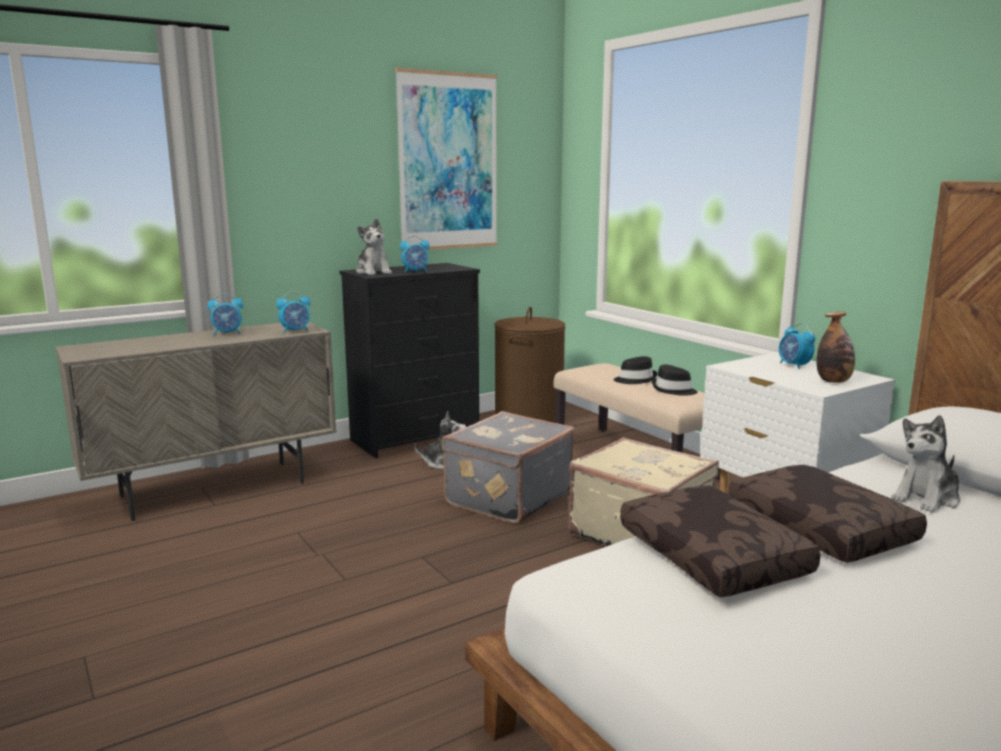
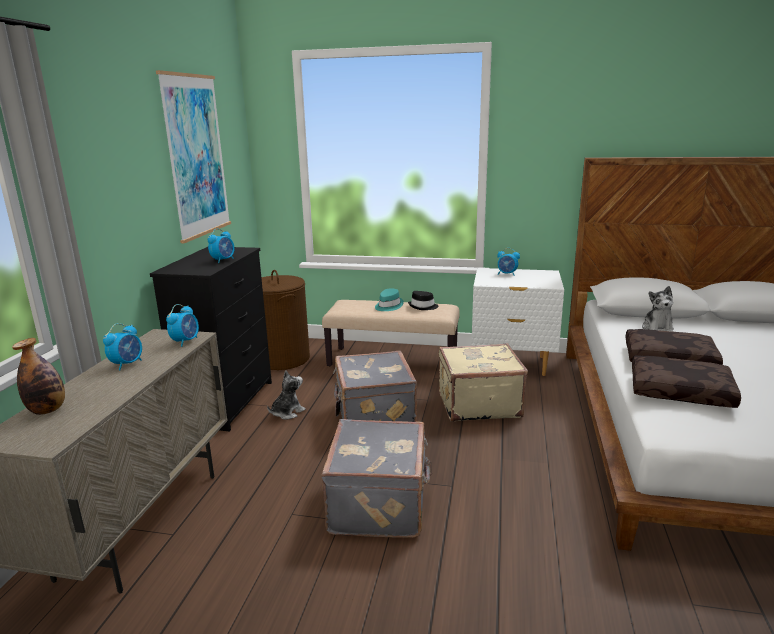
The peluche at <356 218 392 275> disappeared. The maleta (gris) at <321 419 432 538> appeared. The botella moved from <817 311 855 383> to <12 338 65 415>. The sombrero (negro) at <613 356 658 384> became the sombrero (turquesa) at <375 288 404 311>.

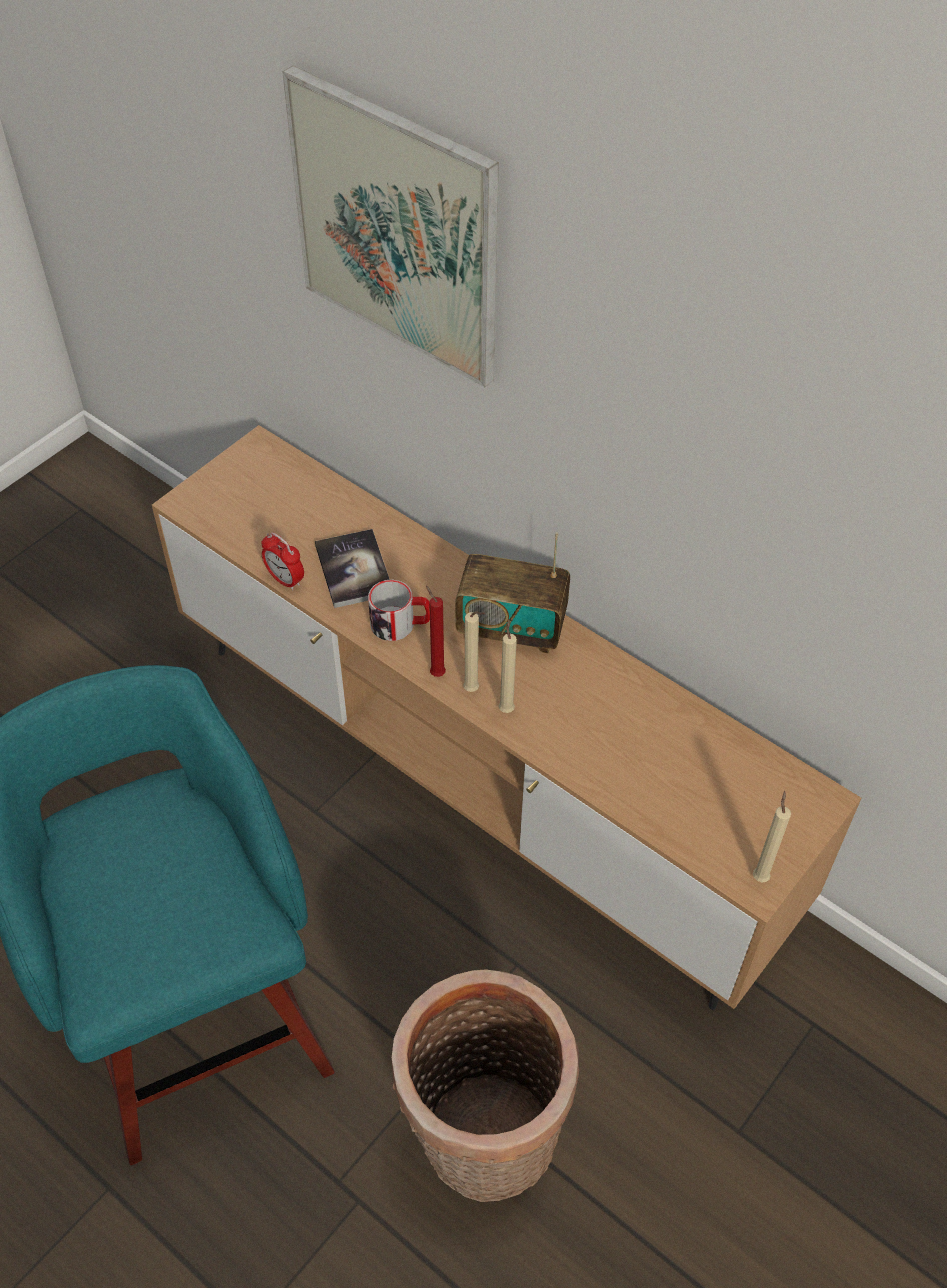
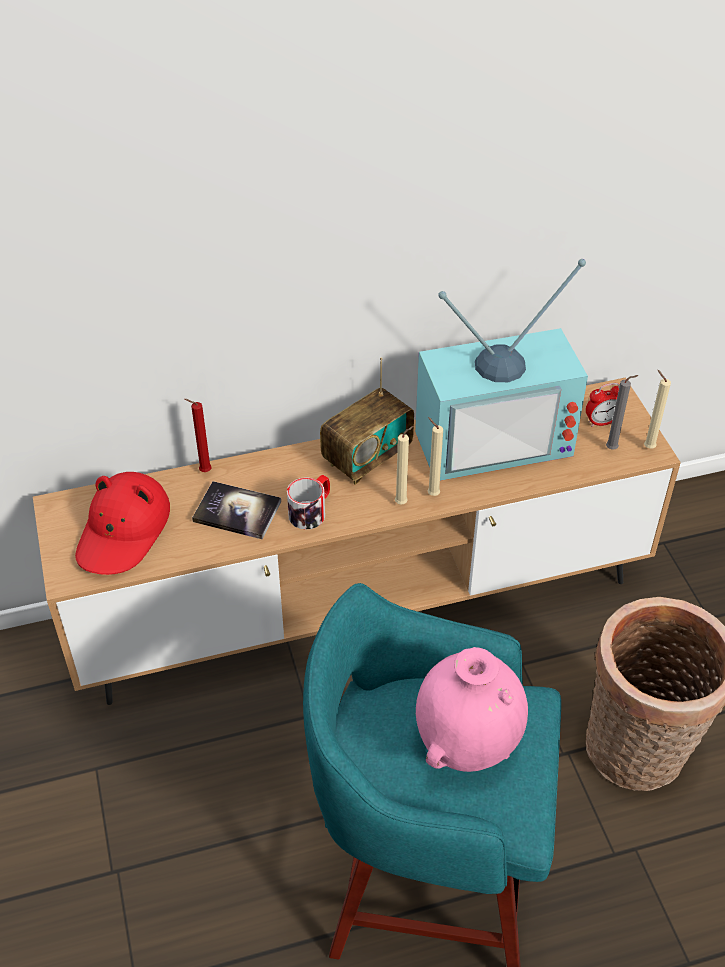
The cuadro at <282 66 499 387> disappeared. The sombrero (rojo) at <75 472 170 575> appeared. The televisor at <415 259 588 481> appeared. The florero (rosa) at <416 647 528 772> appeared. The vela (gris) at <606 375 639 450> appeared. The despertador moved from <261 532 304 590> to <586 383 620 427>. The vela (rojo) moved from <426 585 446 677> to <185 399 212 472>.

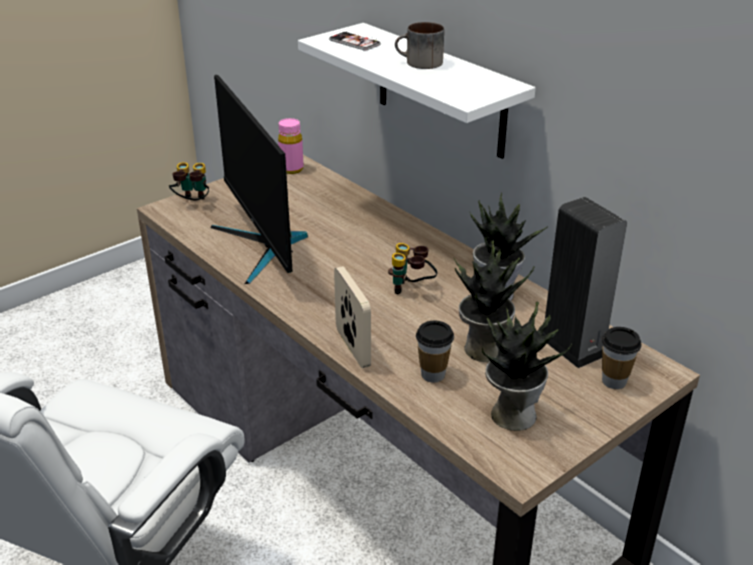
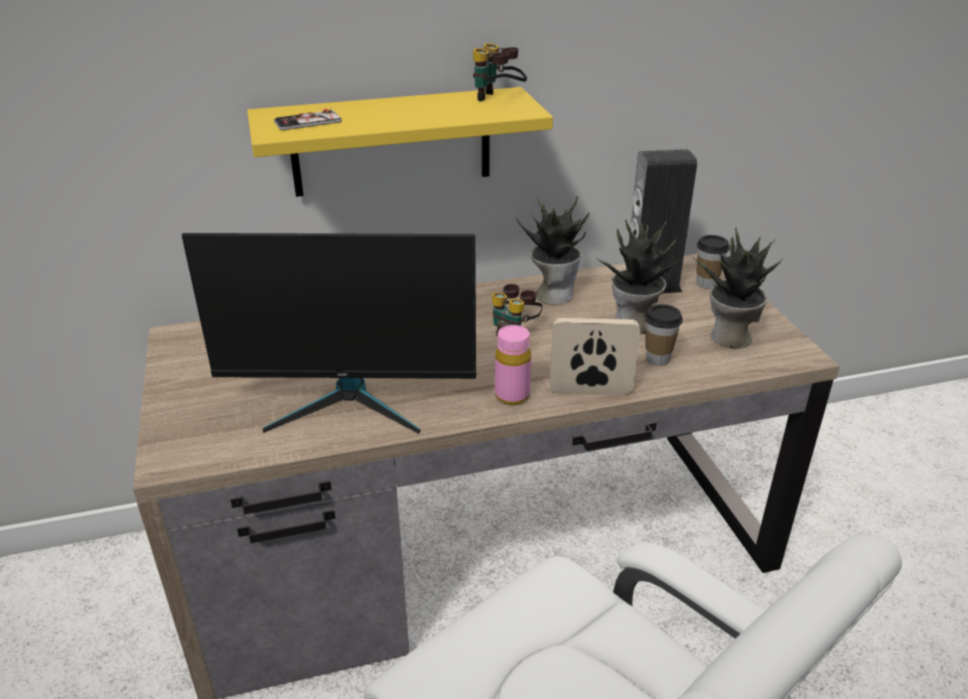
The taza grande at <395 22 444 69> disappeared. The prismáticos moved from <169 162 209 200> to <473 43 527 101>. The botella (rosa) moved from <278 118 304 174> to <495 325 531 405>. The estante (blanco) at <298 23 536 159> became the estante (amarillo) at <247 87 553 197>.

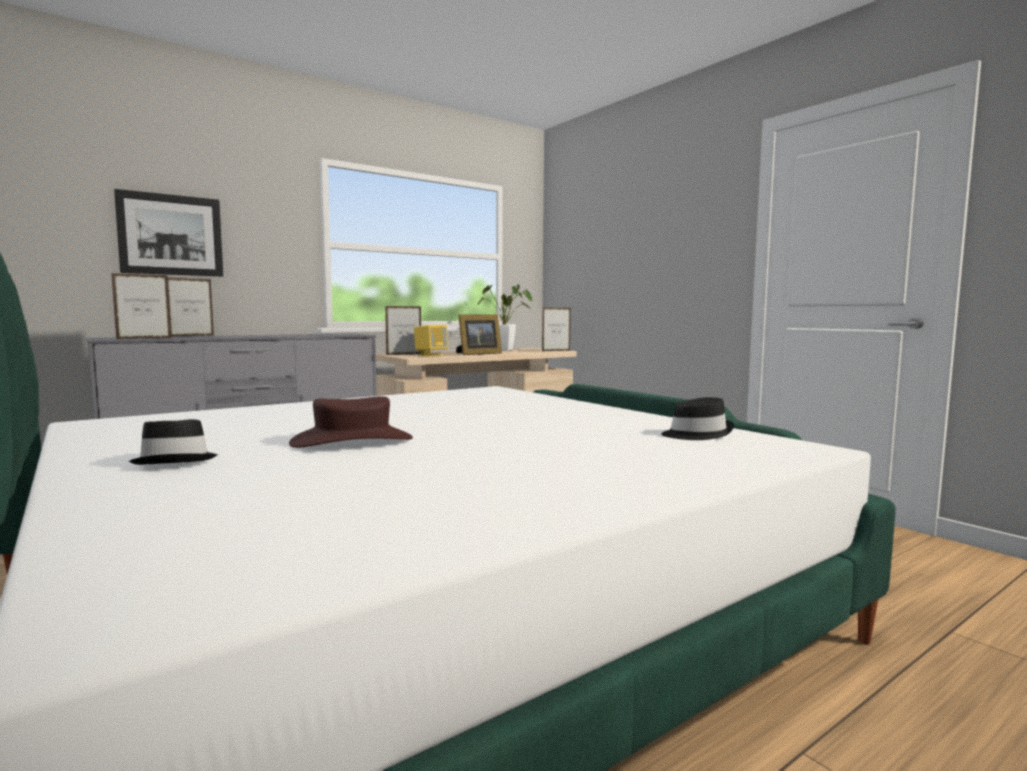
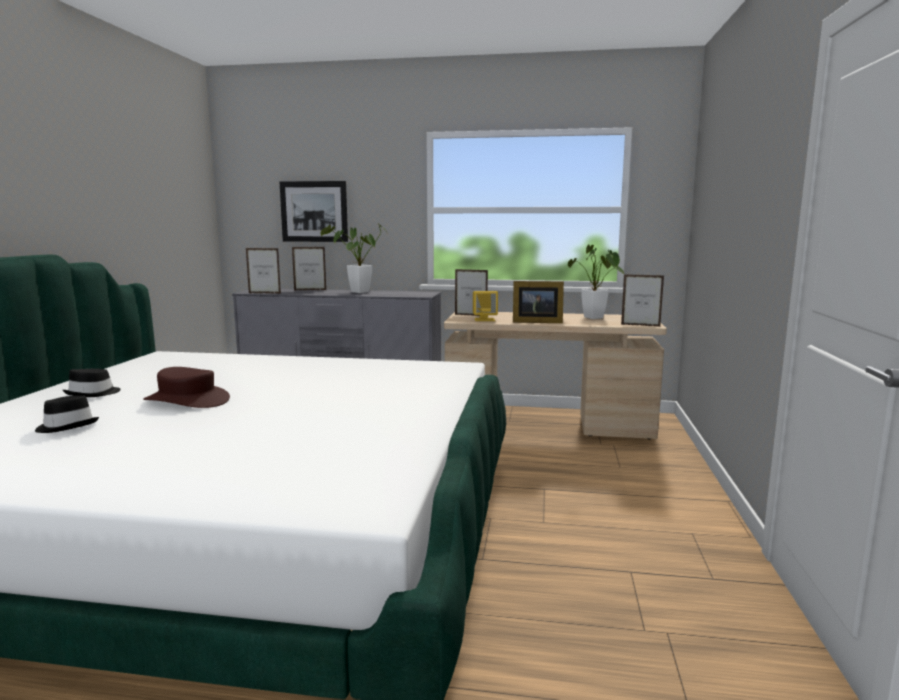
The planta en maceta at <321 224 387 293> appeared. The sombrero (negro) moved from <661 397 734 440> to <35 396 99 433>.

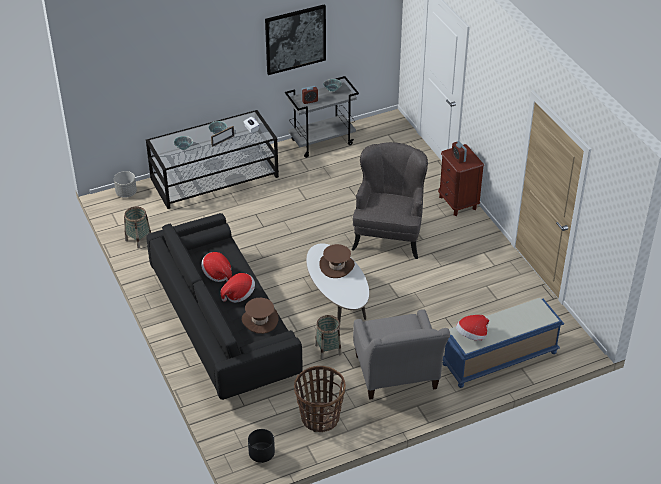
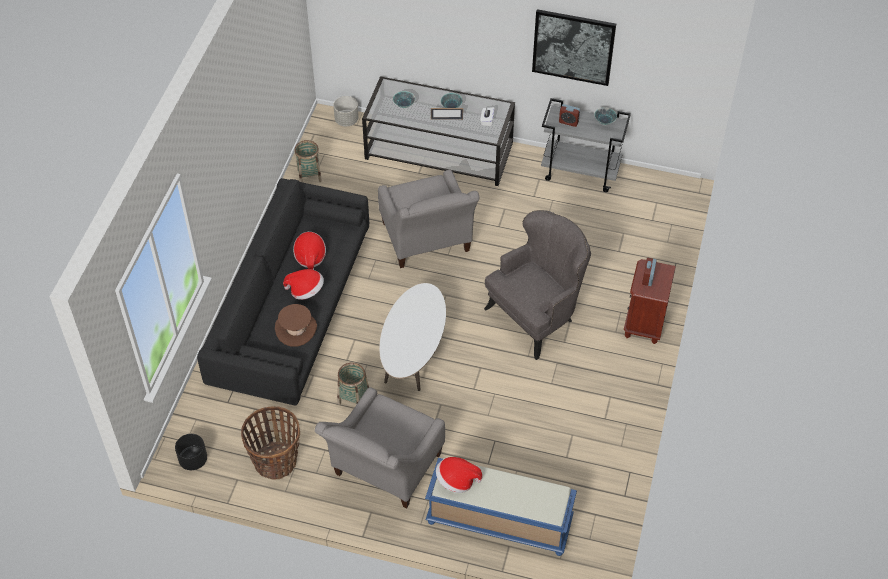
The sombrero (marrón) at <319 244 355 278> disappeared. The sillón (gris) at <378 170 479 268> appeared.

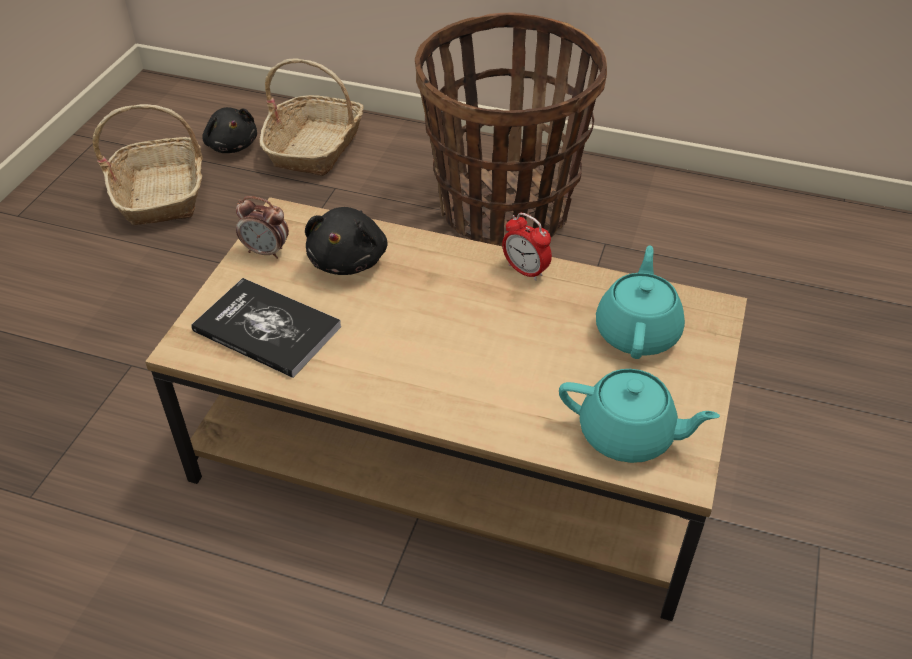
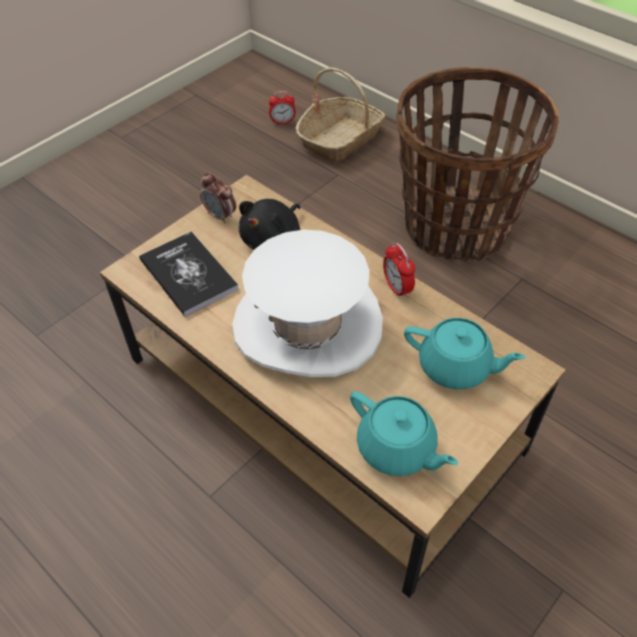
The cesta at <92 104 203 225> disappeared. The sombrero (blanco) at <232 230 383 377> appeared. The peluche (negro) at <202 107 257 153> was replaced by the despertador at <269 91 296 125>. The tetera (turquesa) at <596 245 685 359> turned 75 degrees clockwise.

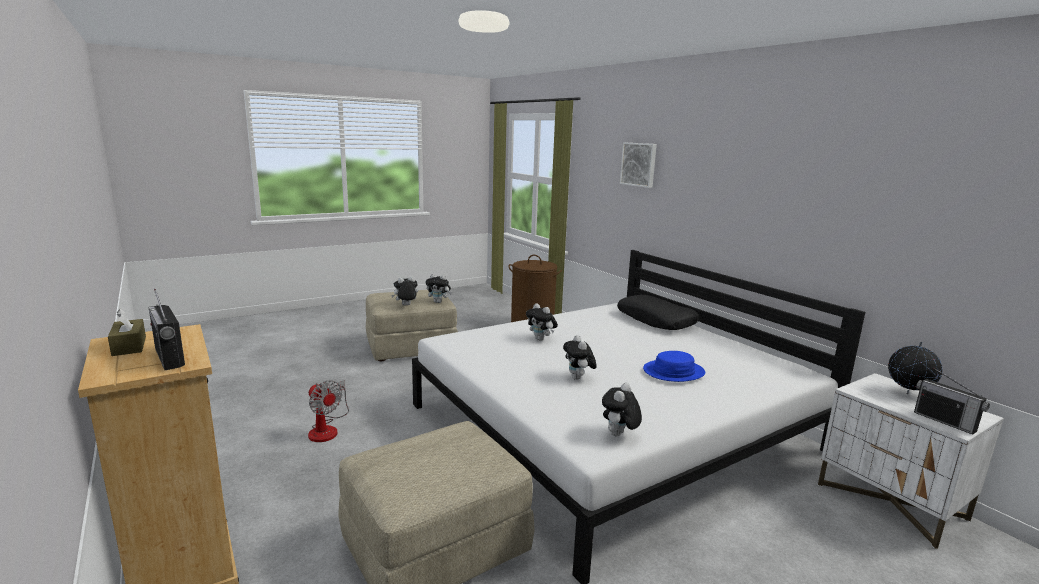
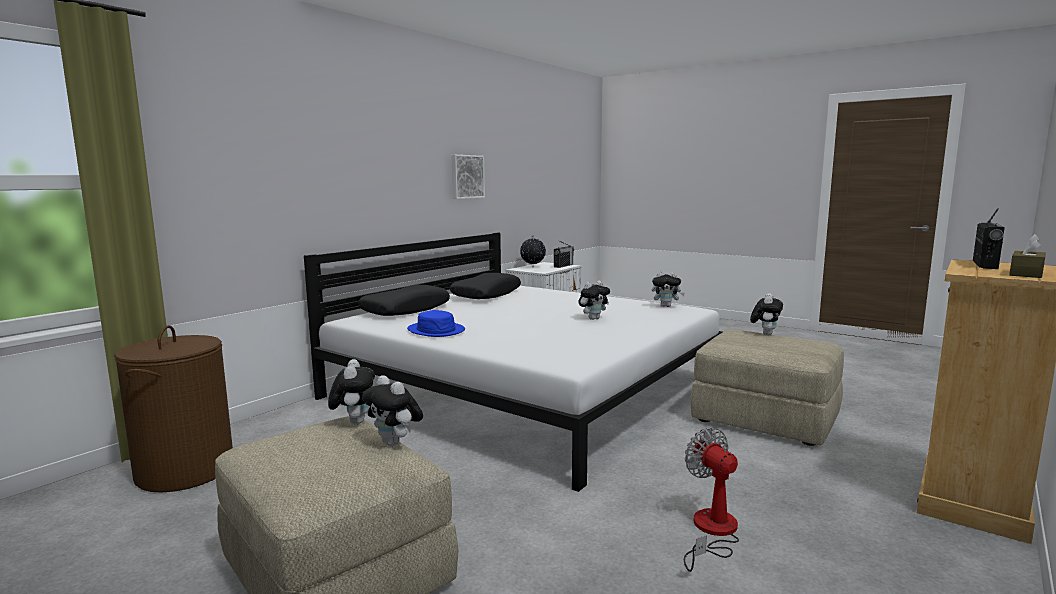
The cojín (negro) at <450 273 521 299> appeared. The peluche moved from <526 303 558 341> to <750 293 783 335>. The cuadro moved from <620 143 657 188> to <452 155 485 199>. The sombrero (azul) moved from <643 351 705 382> to <407 310 465 337>. The ventilador at <308 380 349 442> turned 45 degrees counterclockwise.

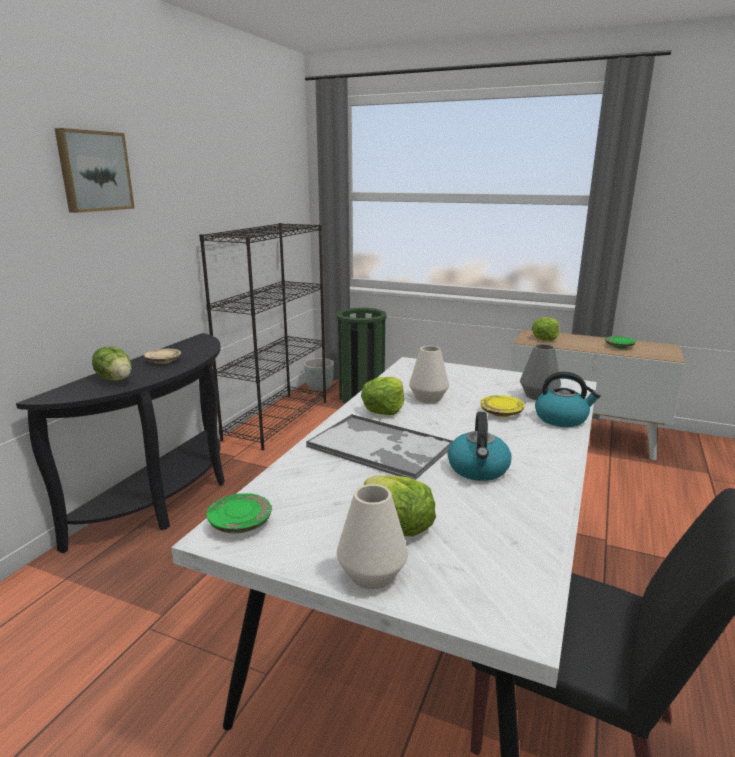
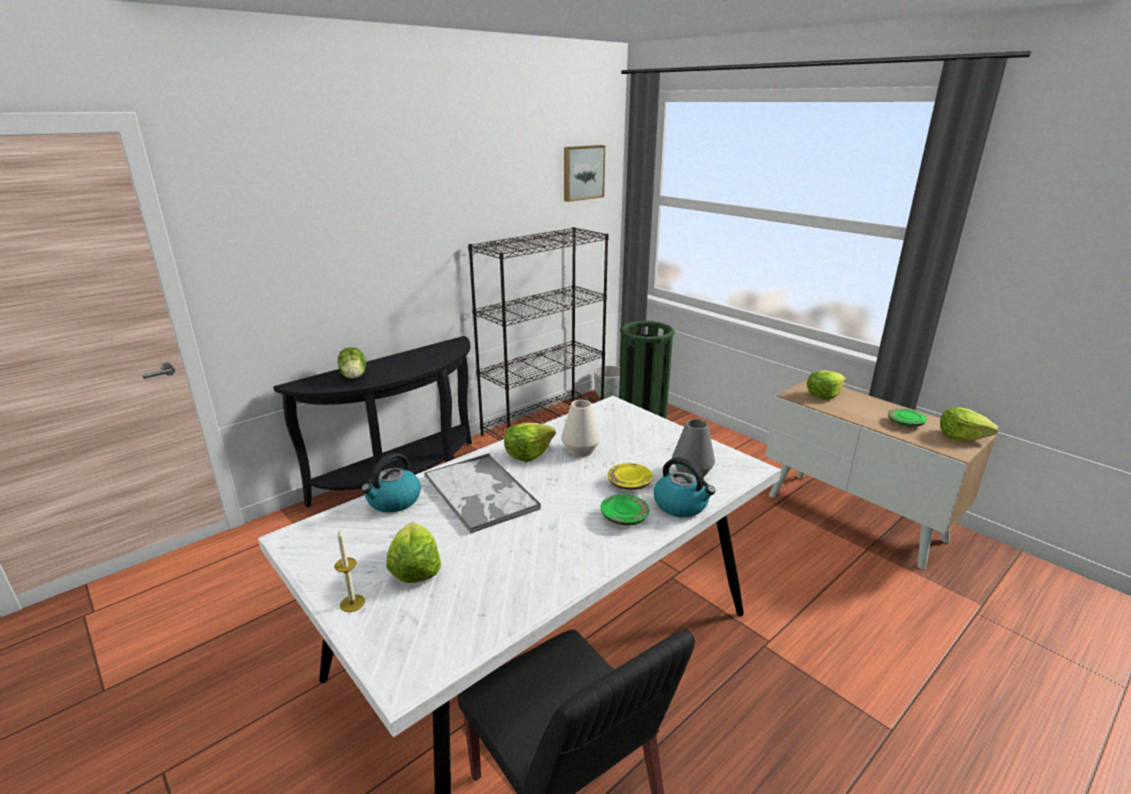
The plato (beis) at <144 349 181 364> disappeared. The lechuga at <940 407 998 441> appeared. The cuadro moved from <54 128 135 213> to <564 145 605 202>. The plato (verde) moved from <206 493 272 533> to <601 494 649 526>. The hervidor moved from <448 412 511 481> to <361 453 421 513>. The florero (blanco) at <337 484 408 589> was replaced by the vela at <334 530 365 612>.

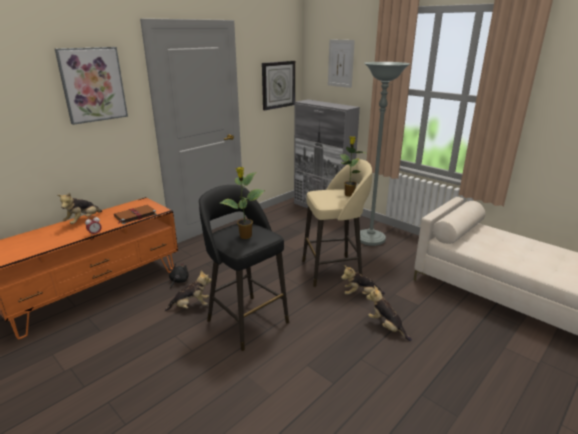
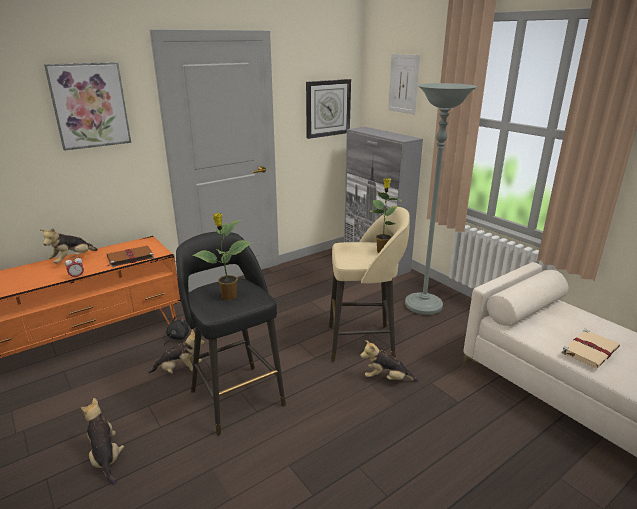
The libro (beis) at <562 329 620 368> appeared. The peluche moved from <366 286 412 341> to <81 398 124 485>.

